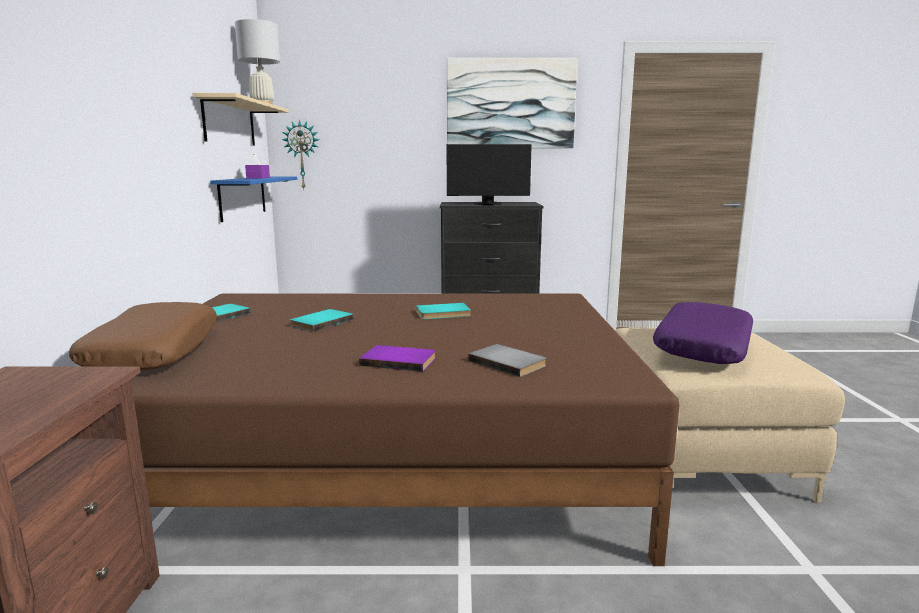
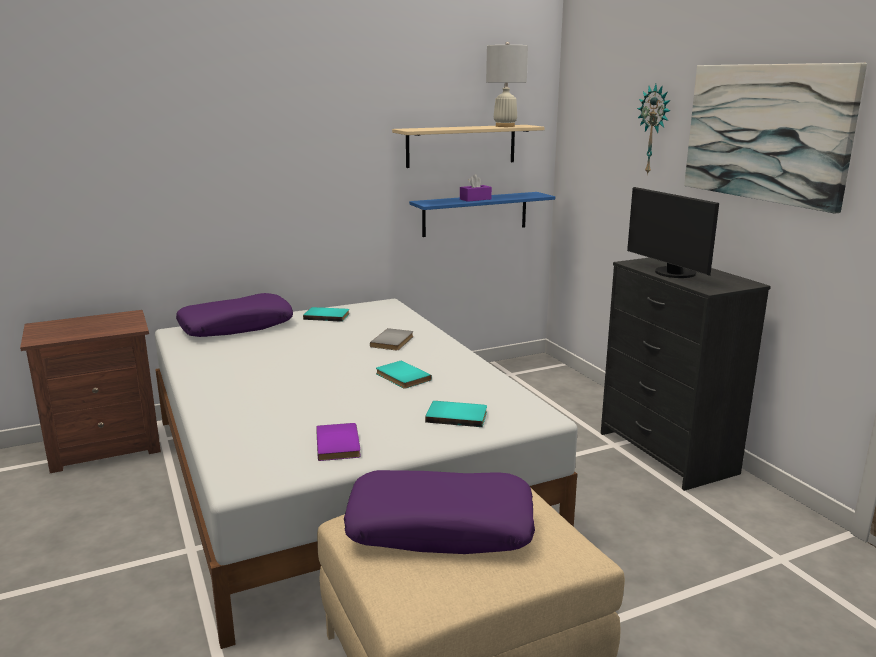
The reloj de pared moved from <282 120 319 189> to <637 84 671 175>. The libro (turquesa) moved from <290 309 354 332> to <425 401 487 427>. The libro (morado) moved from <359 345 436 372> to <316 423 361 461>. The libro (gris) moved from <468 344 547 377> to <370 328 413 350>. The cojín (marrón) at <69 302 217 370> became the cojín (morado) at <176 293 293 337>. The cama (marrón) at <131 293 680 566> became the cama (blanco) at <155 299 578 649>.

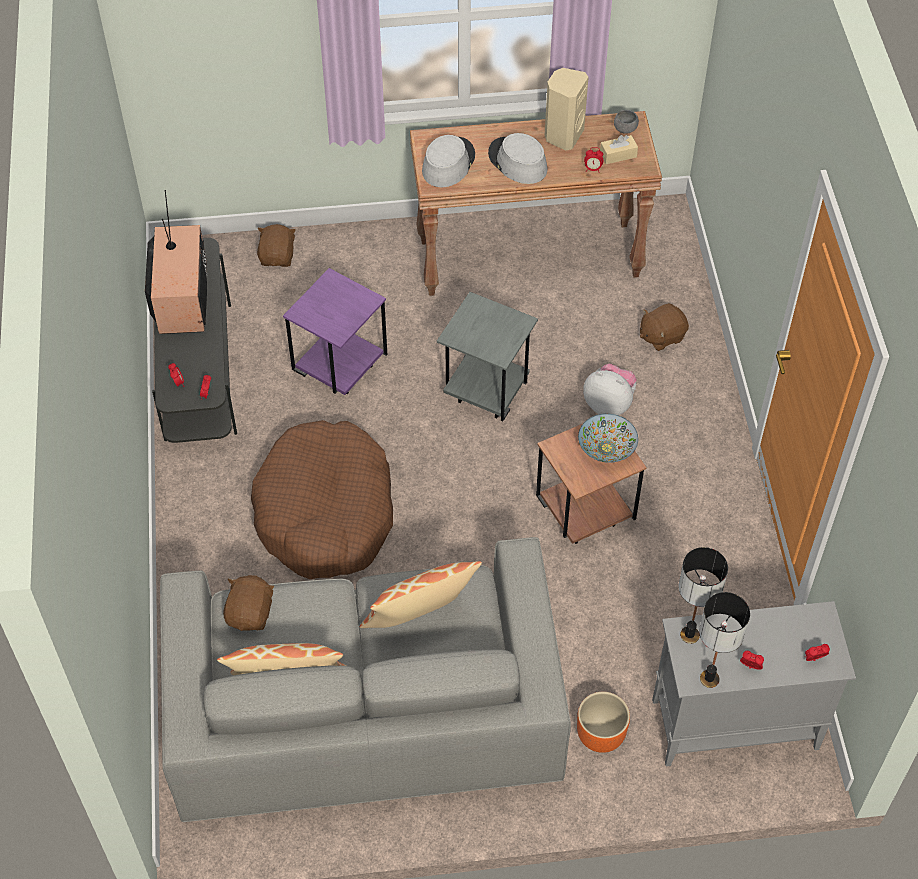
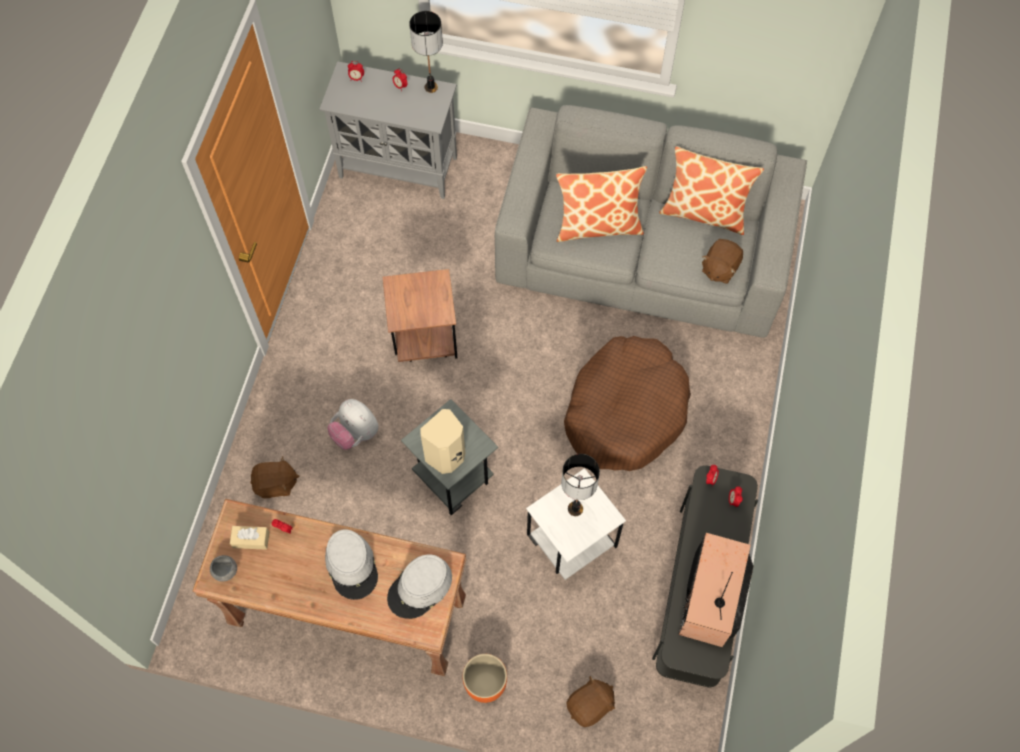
The cuenco at <578 414 638 463> disappeared. The altavoz (beis) moved from <545 68 589 151> to <420 409 465 474>. The maceta (naranja) moved from <577 692 630 753> to <462 654 507 703>. The lámpara de mesa moved from <678 547 728 644> to <561 454 600 516>. The mesa auxiliar (morado) at <283 268 387 395> became the mesa auxiliar (blanco) at <526 468 626 580>. The peluche (marrón) at <257 224 296 267> turned 150 degrees counterclockwise.

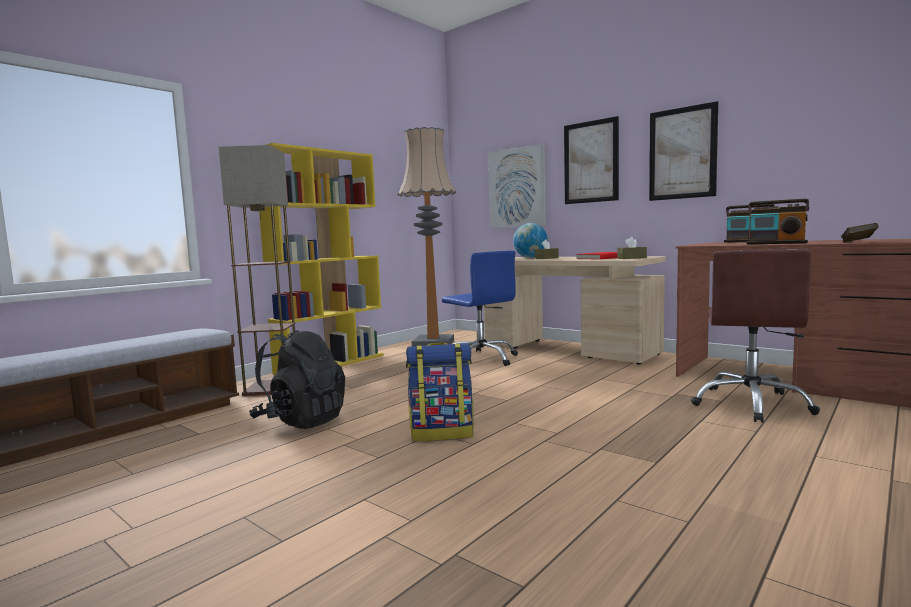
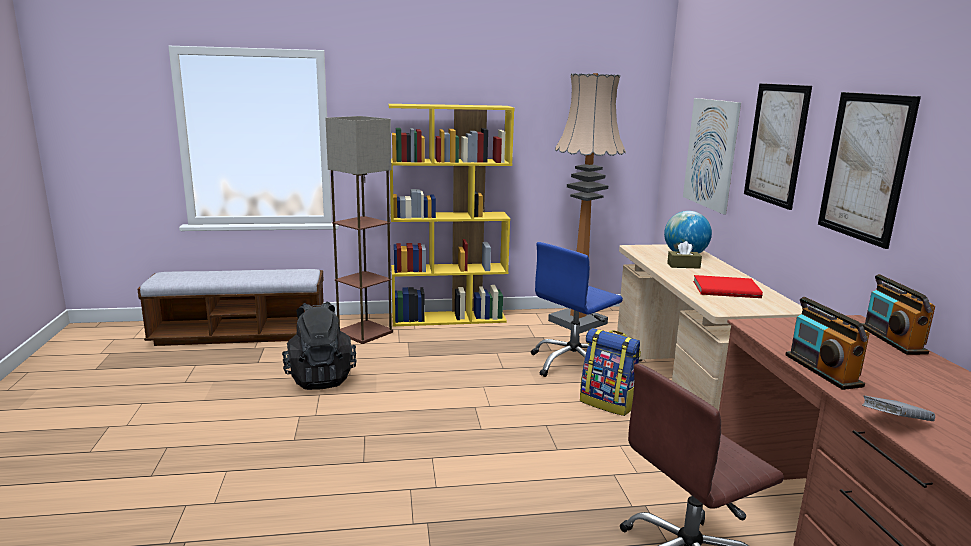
The caja de pañuelos (marrón) at <617 237 647 259> disappeared. The mochila moved from <406 342 473 441> to <580 328 641 416>. The libro (marrón) at <841 223 879 242> became the libro (gris) at <862 395 935 421>. The silla de oficina (azul) at <442 251 518 366> turned 45 degrees clockwise.

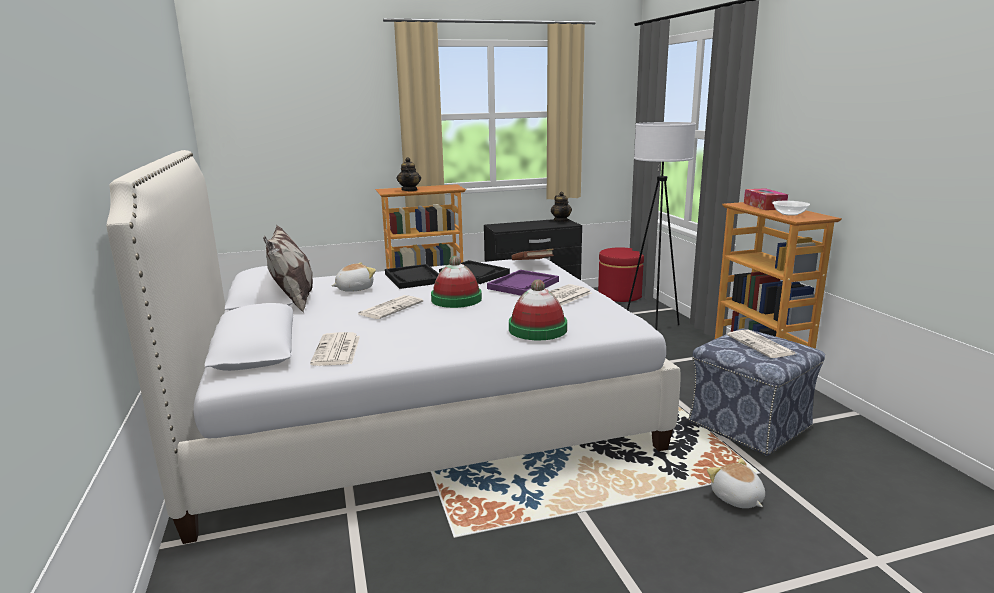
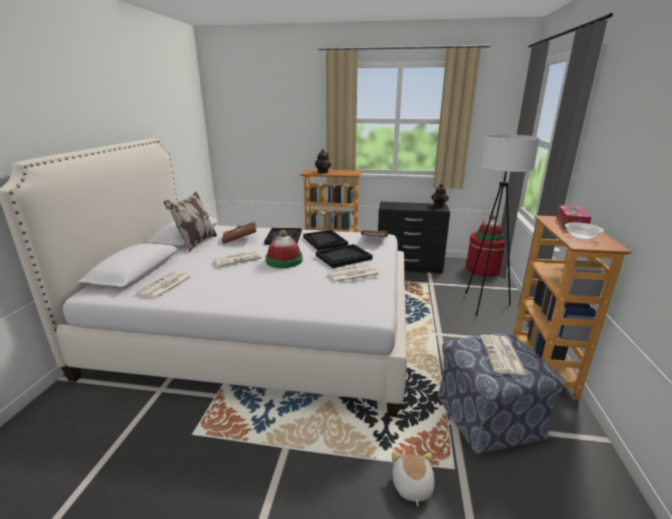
The sombrero moved from <509 279 567 340> to <476 215 503 241>. The peluche at <332 262 376 292> was replaced by the libro (marrón) at <222 221 257 244>. The bandeja (morado) at <487 270 559 296> became the bandeja (negro) at <316 244 373 268>.

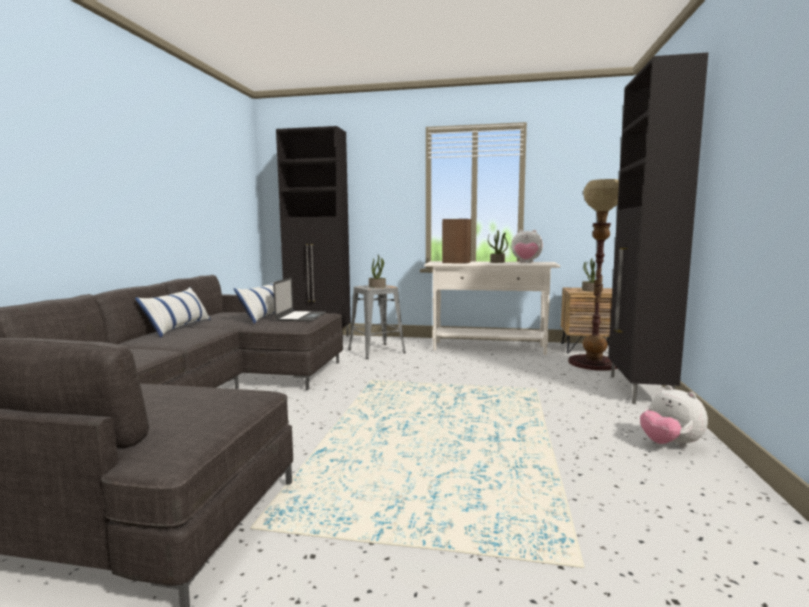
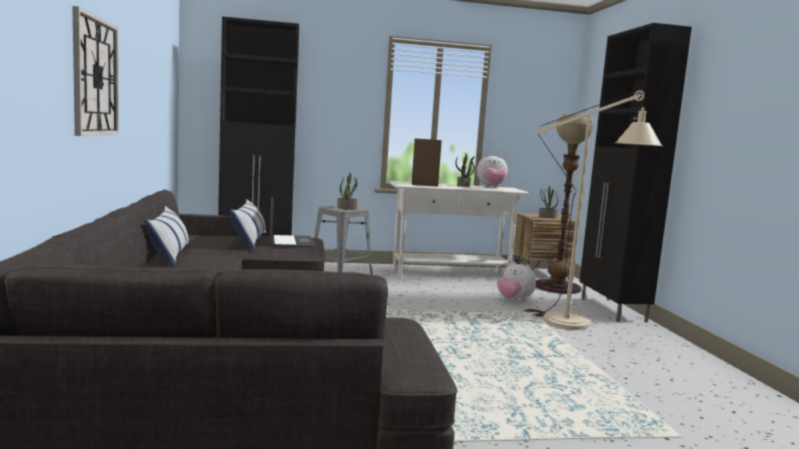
The reloj de pared at <72 6 119 136> appeared. The lámpara de pie (beis) at <524 90 663 330> appeared. The peluche moved from <640 385 708 448> to <497 262 536 301>.

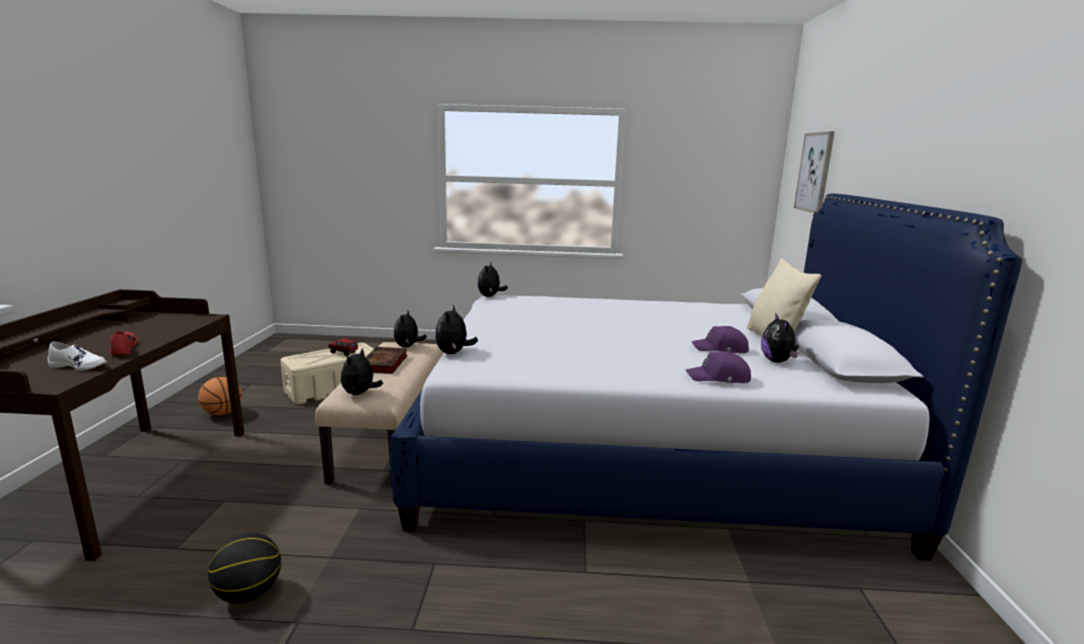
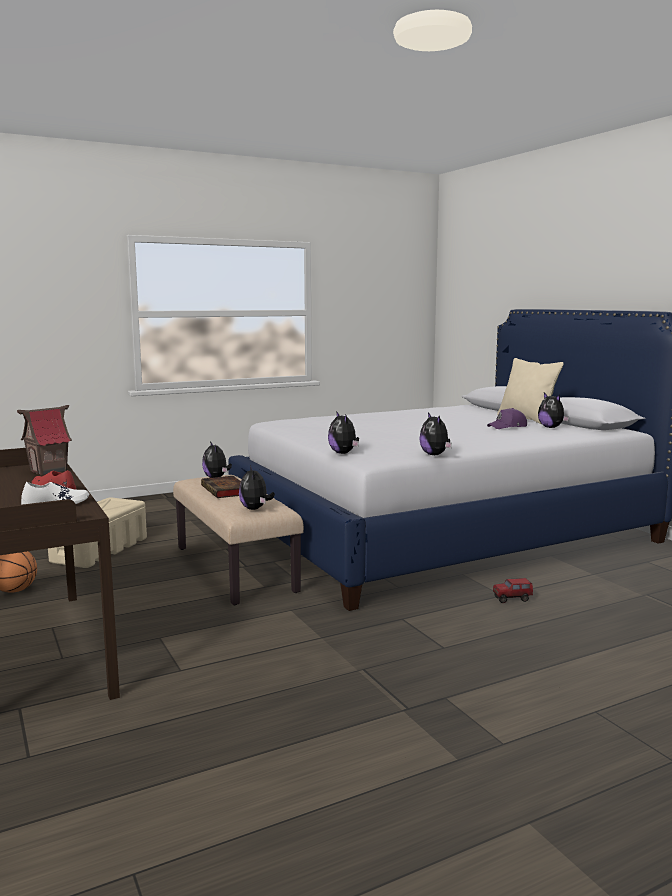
The balón de baloncesto at <208 533 281 604> disappeared. The gorra (morado) at <686 351 751 383> disappeared. The cuadro at <794 131 835 213> disappeared. The casita at <17 405 72 475> appeared. The camión de juguete moved from <328 338 358 356> to <493 578 533 603>. The peluche moved from <477 263 508 297> to <419 412 452 455>.

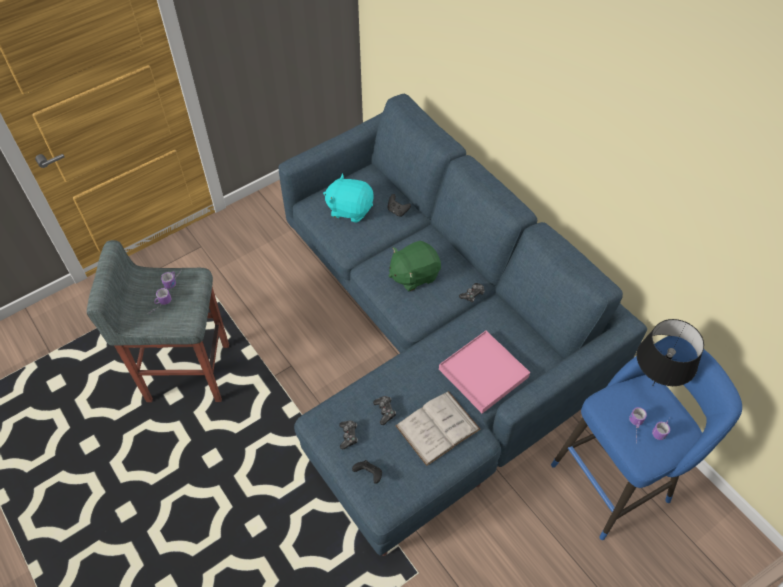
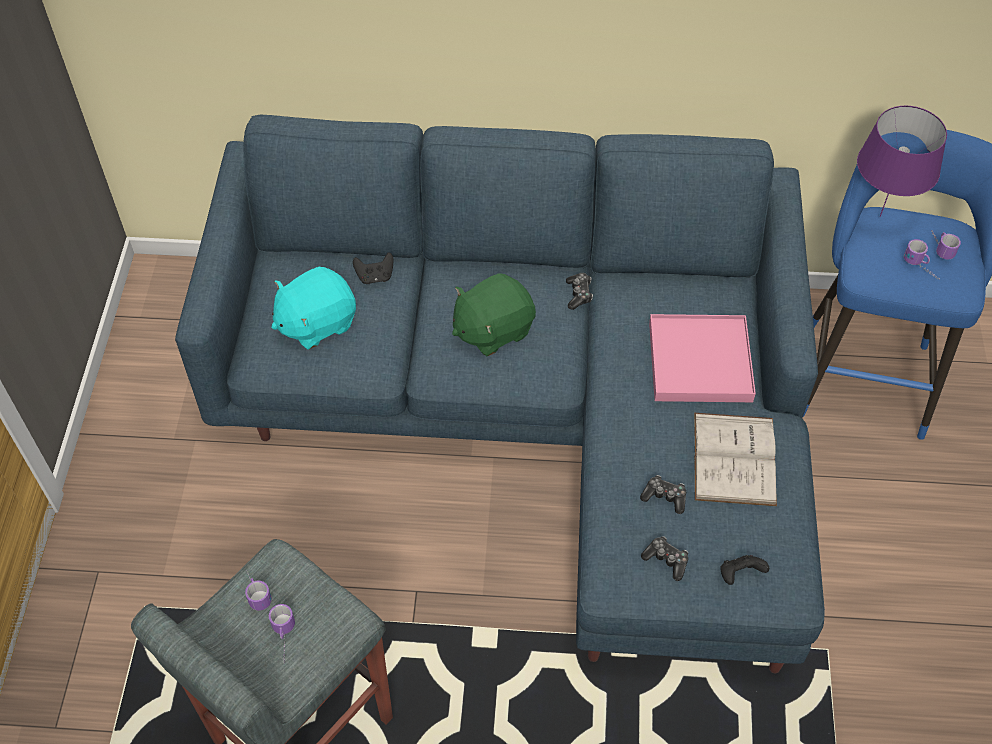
The lámpara de mesa (negro) at <637 319 704 386> became the lámpara de mesa (morado) at <857 106 947 217>. The peluche (verde) at <389 241 441 291> turned 45 degrees clockwise.

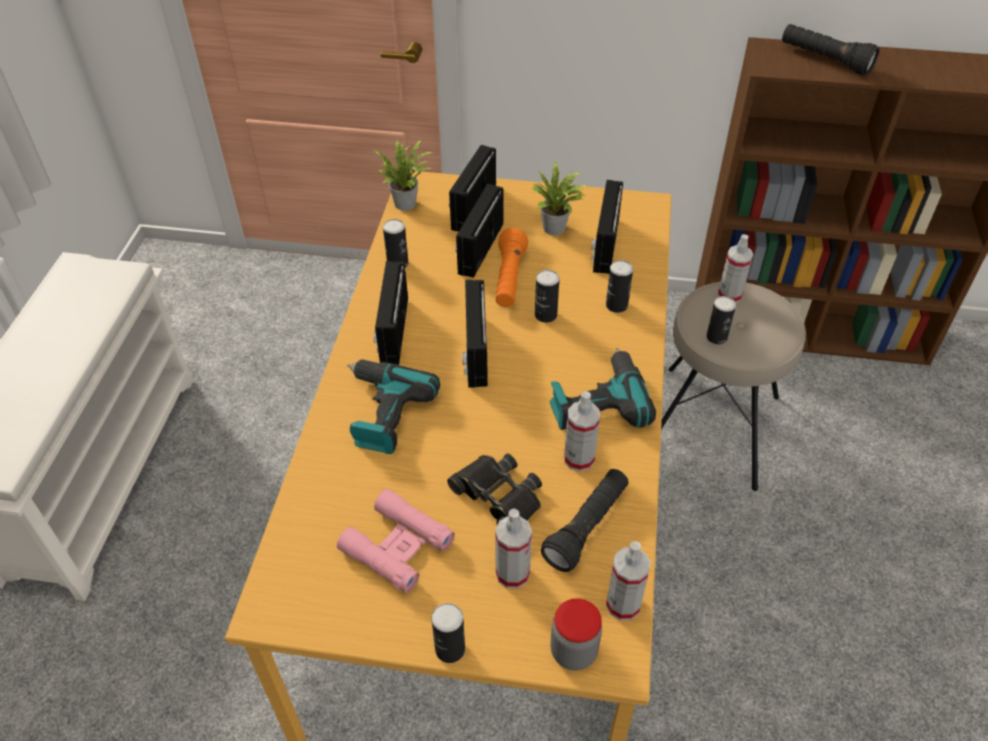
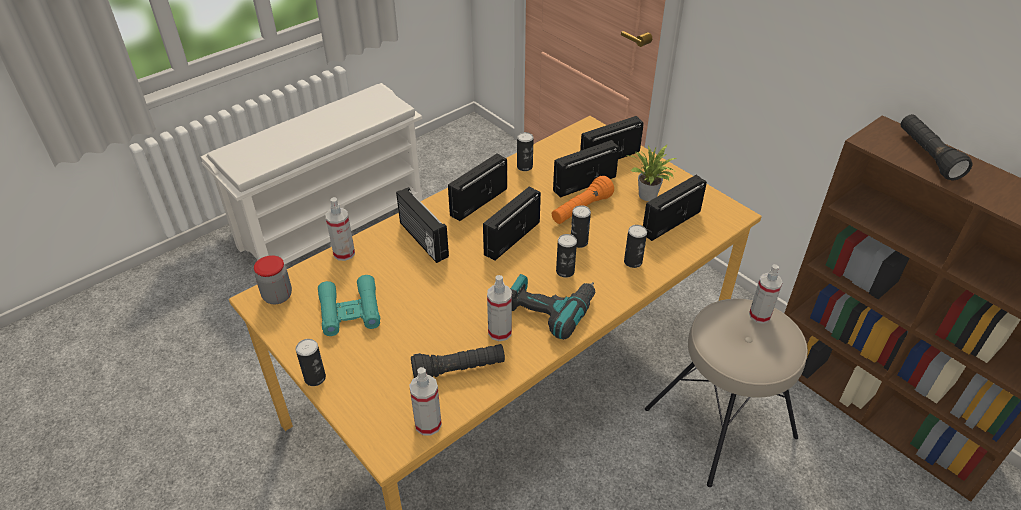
The planta en maceta at <373 139 433 211> disappeared. The prismáticos (negro) at <447 453 542 525> disappeared. The pulverizador moved from <495 509 532 589> to <326 197 355 261>. The tarro moved from <551 598 602 671> to <254 255 292 304>. The lata moved from <707 296 736 344> to <556 234 577 278>. The taladro at <347 359 440 454> was replaced by the radio at <396 187 449 263>. The prismáticos (rosa) at <337 489 455 593> became the prismáticos (turquesa) at <318 275 380 336>.

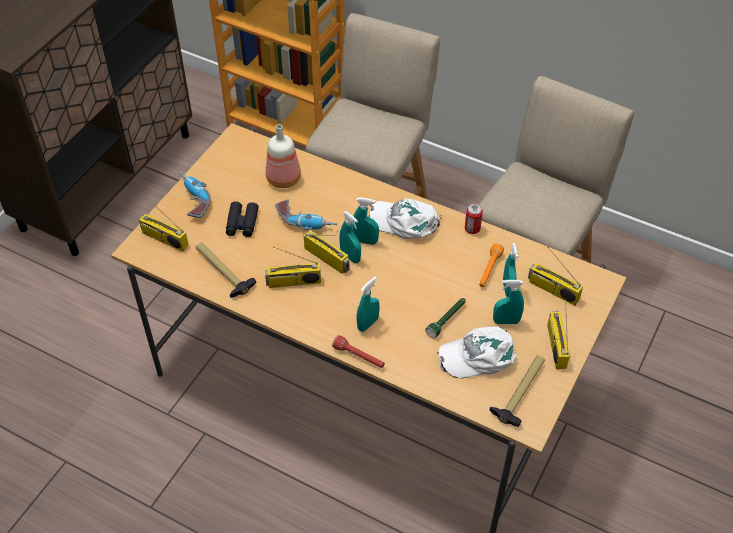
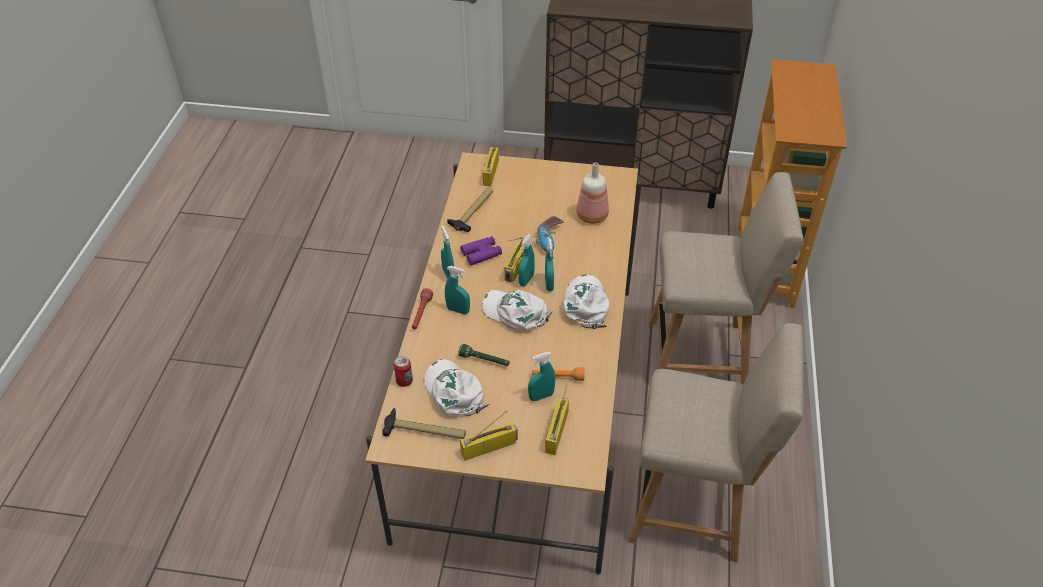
The taladro at <180 172 211 218> disappeared. The prismáticos (negro) at <226 201 259 237> disappeared. The gorra (blanco) at <482 290 554 330> appeared. The lata moved from <465 204 483 234> to <394 356 413 387>. The pulverizador (turquesa) moved from <493 280 524 324> to <441 225 454 279>. The radio at <265 247 321 288> was replaced by the prismáticos (morado) at <460 236 502 266>.

